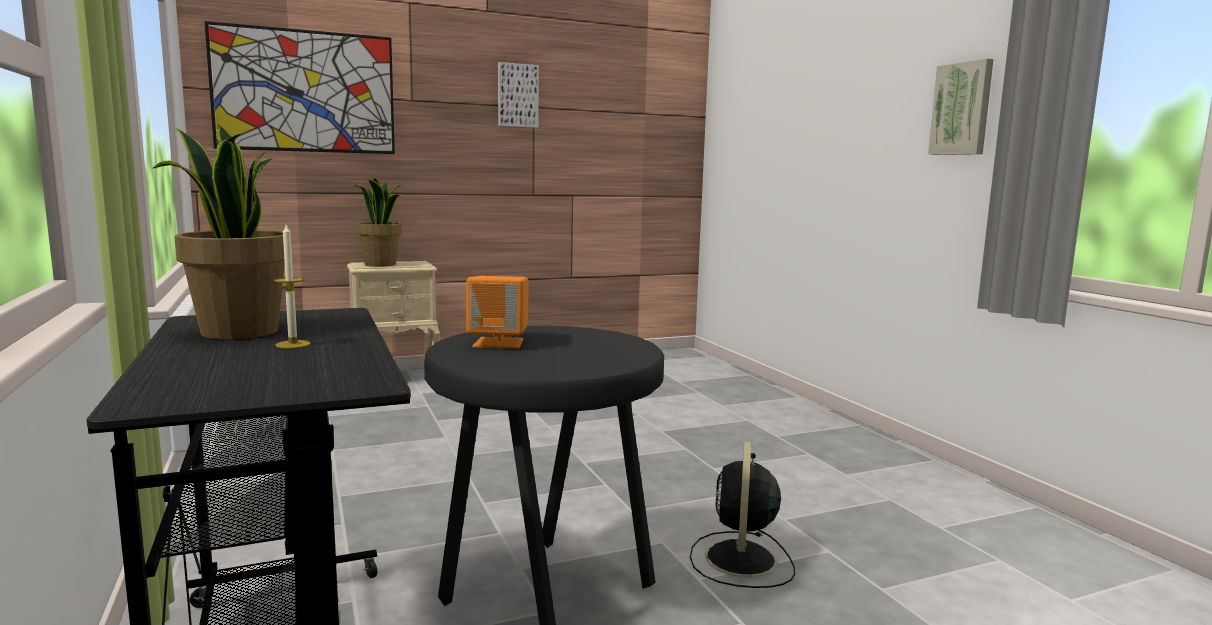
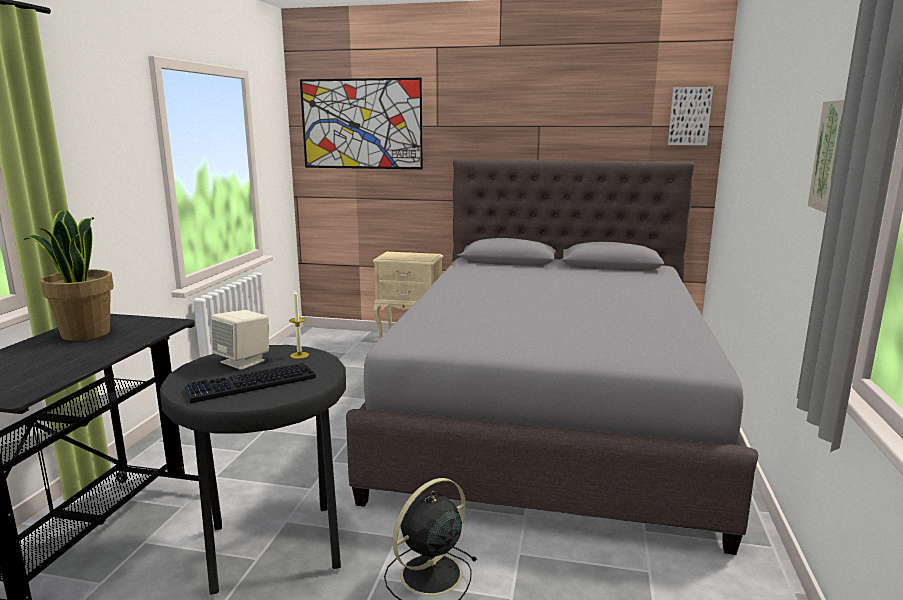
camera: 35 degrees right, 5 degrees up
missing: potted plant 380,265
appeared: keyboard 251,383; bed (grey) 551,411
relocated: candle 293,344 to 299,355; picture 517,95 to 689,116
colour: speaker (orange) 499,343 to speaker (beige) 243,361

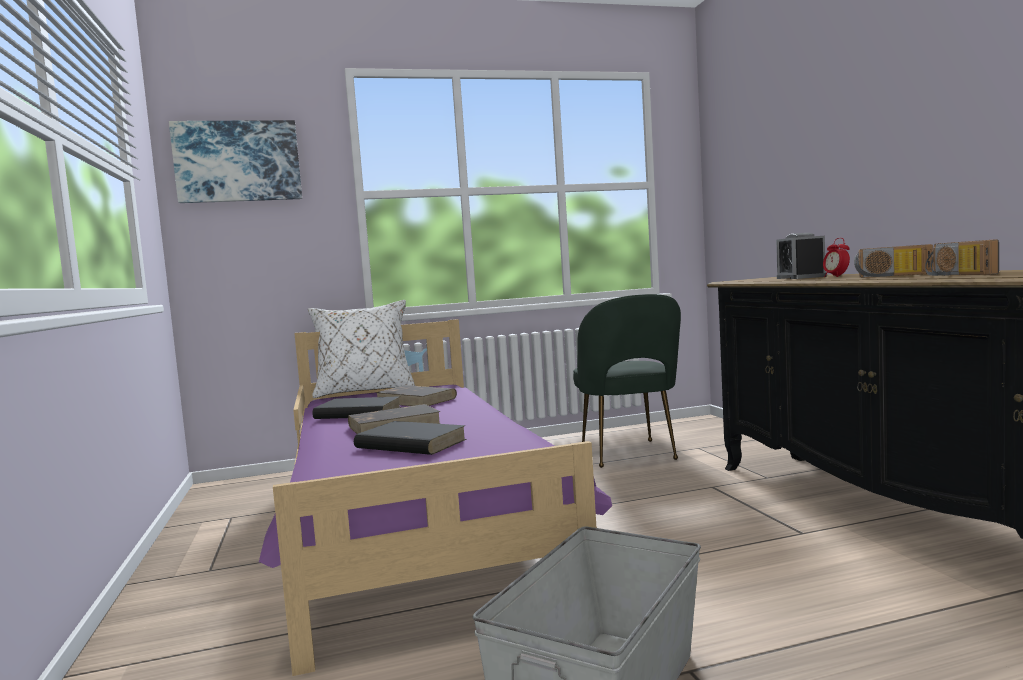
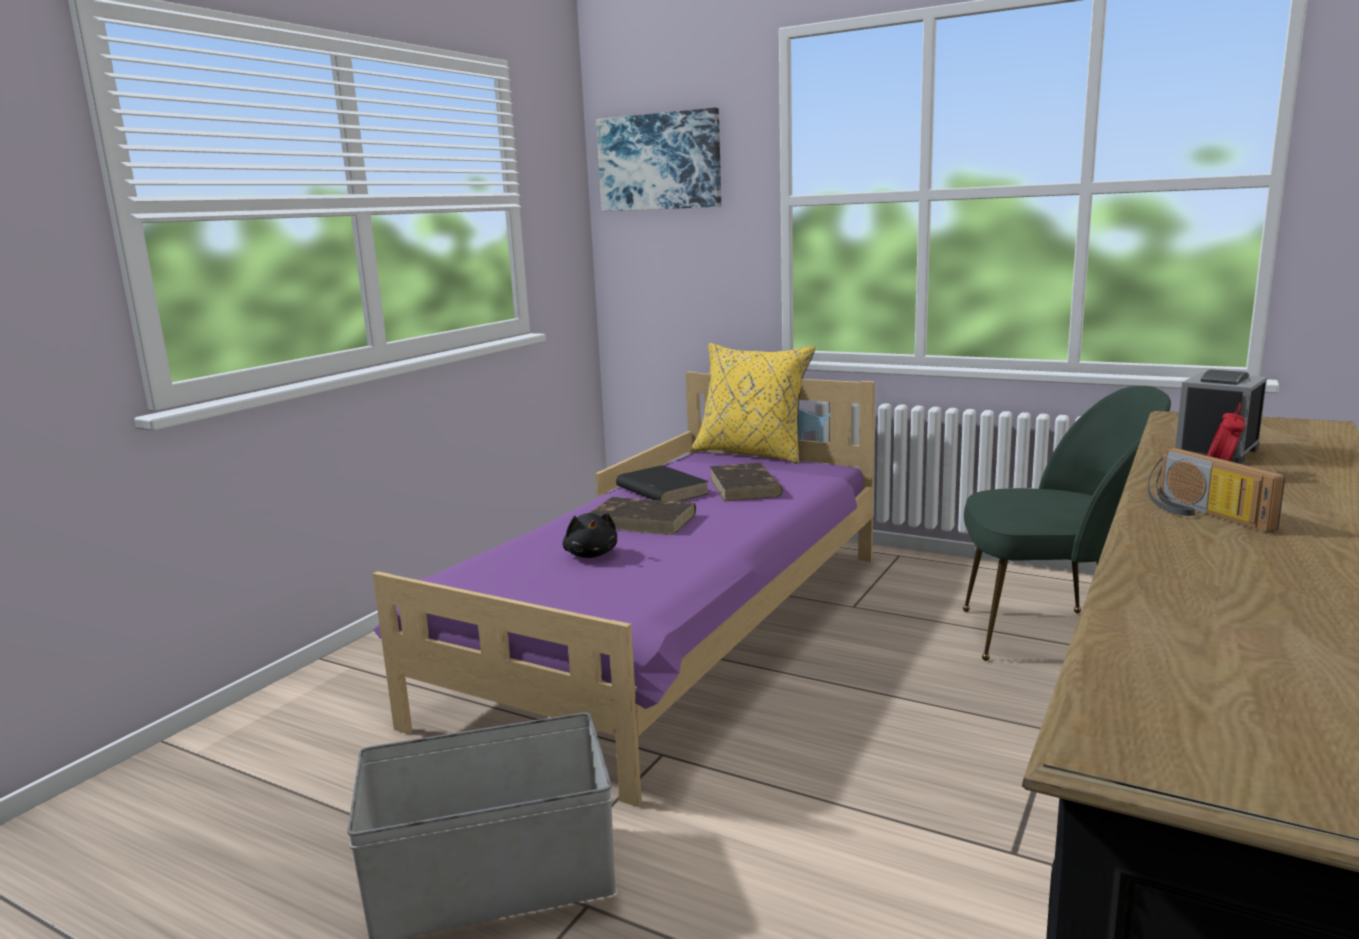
camera: 45 degrees right, 10 degrees up
missing: radio 956,275
exchanged: book (black) 409,444 to plush toy (black) 591,554
colour: pillow (white) 365,391 to pillow (yellow) 752,453
spun: chair (green) 629,456 = 1049,636 120 degrees counterclockwise

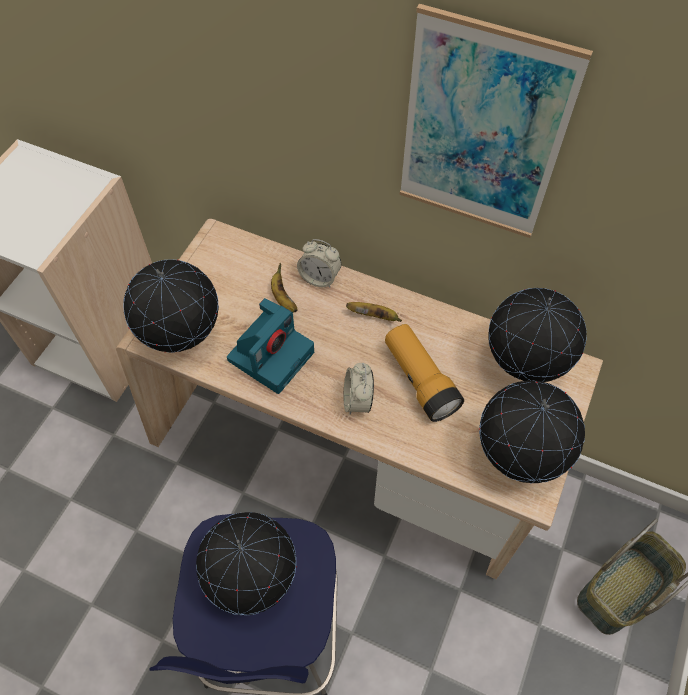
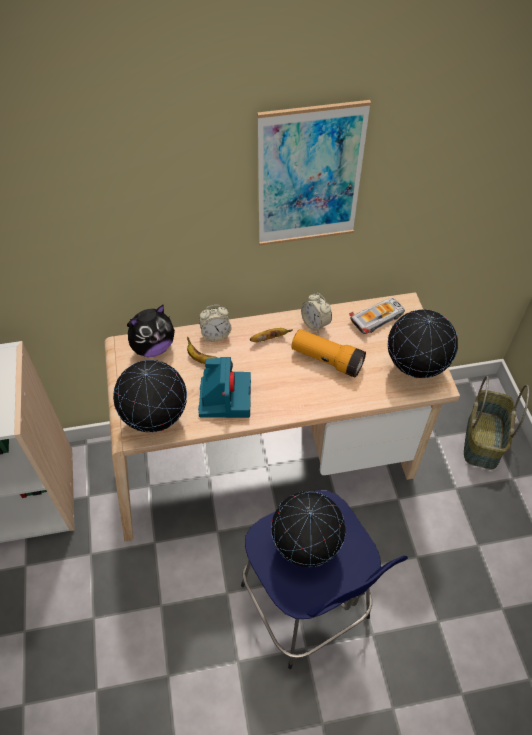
camera: 35 degrees left, 5 degrees down
appeared: plush toy 153,347
relocated: alarm clock 357,400 to 315,323
exchanged: globe 524,365 to toy car 377,318

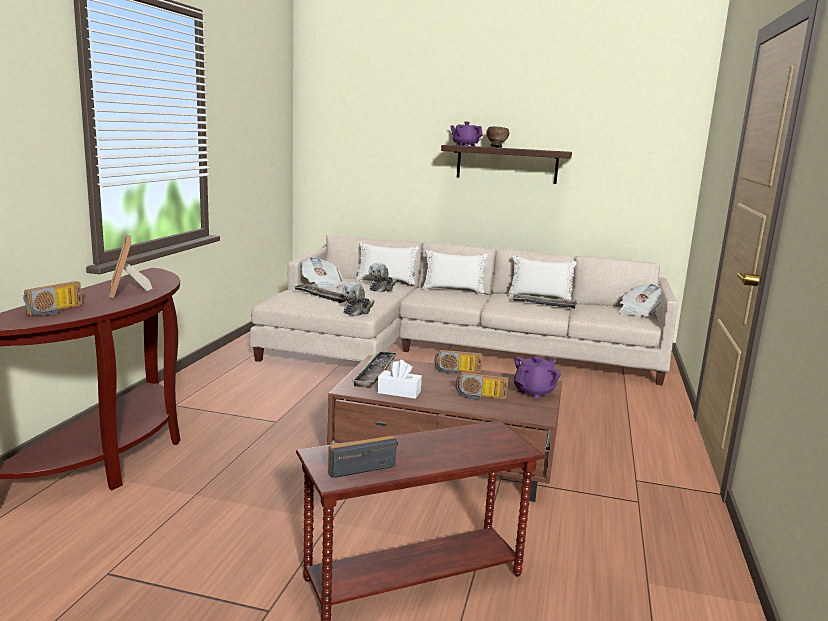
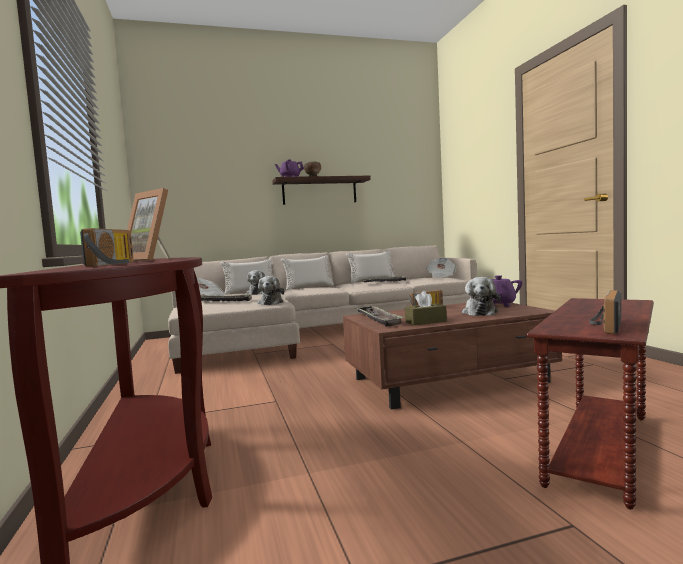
camera: 30 degrees left, 10 degrees down
exchanged: radio 480,397 to plush toy 479,312
colour: tissue box (white) 399,392 to tissue box (brown) 425,321

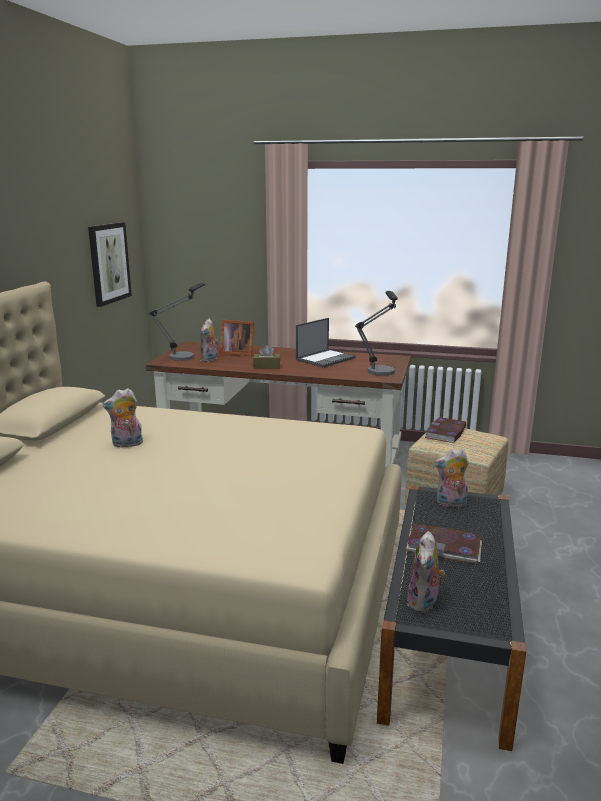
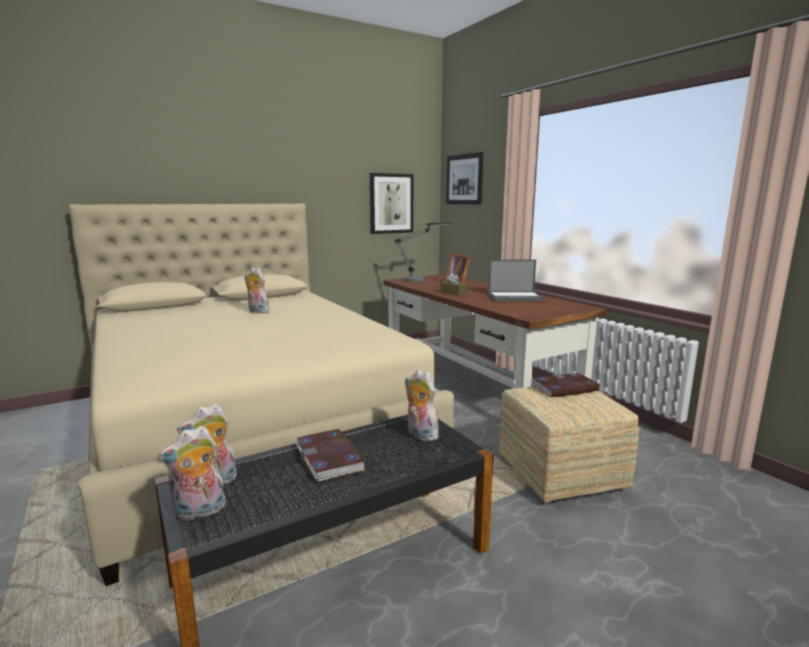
camera: 45 degrees right, 5 degrees down
missing: table lamp 381,369
appeared: picture 464,179
relocated: plush toy 210,360 to 200,512

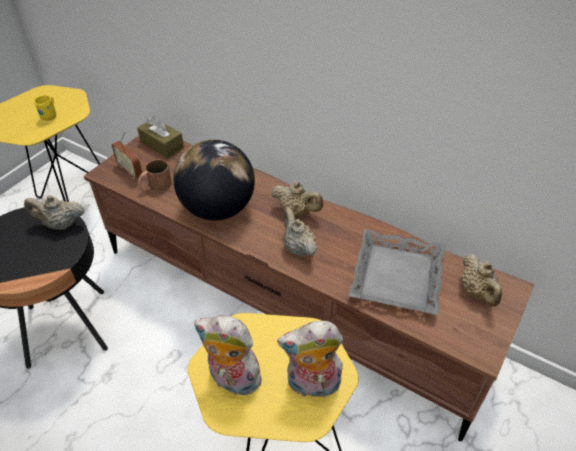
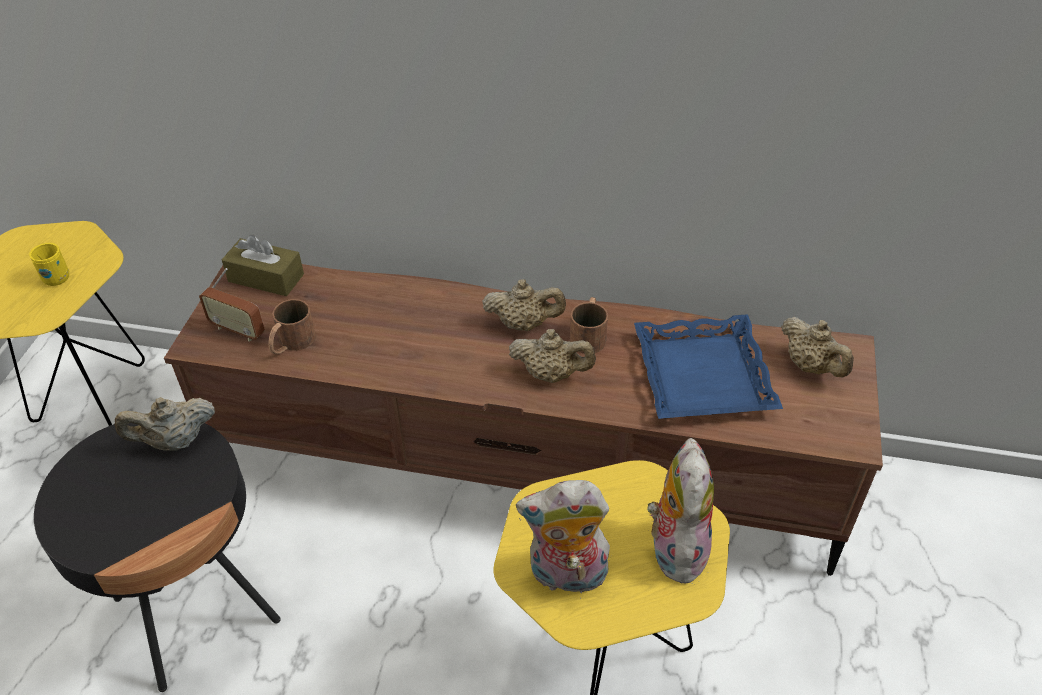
camera: 20 degrees left, 0 degrees up
missing: globe 217,209
appeared: mug (brown) 589,334
colour: tray (grey) 396,276 to tray (blue) 701,375
spun: teapot (beige) 297,247 = 551,374 150 degrees clockwise; plush toy 312,385 = 674,547 120 degrees clockwise

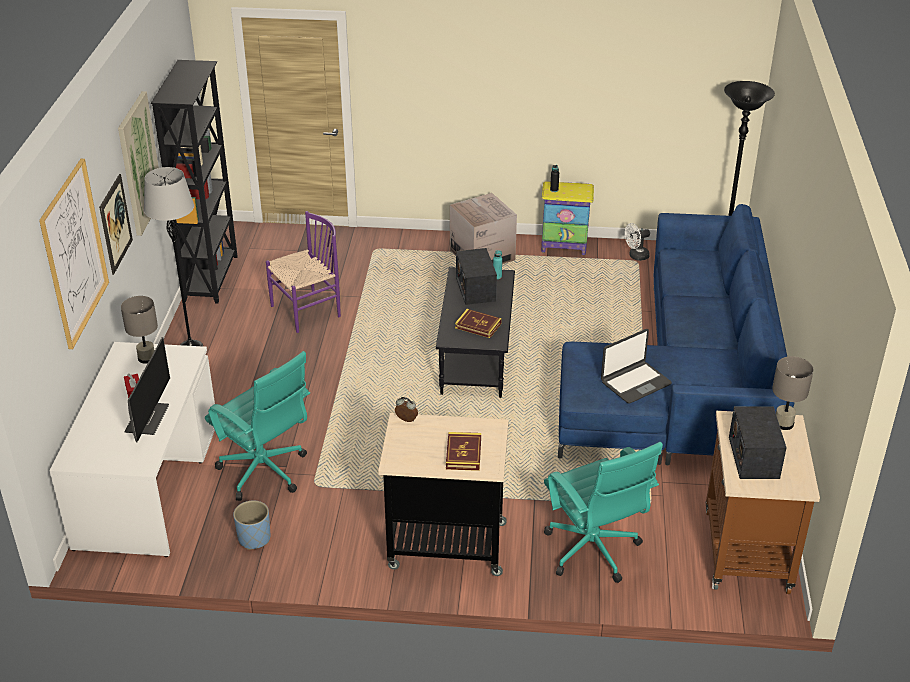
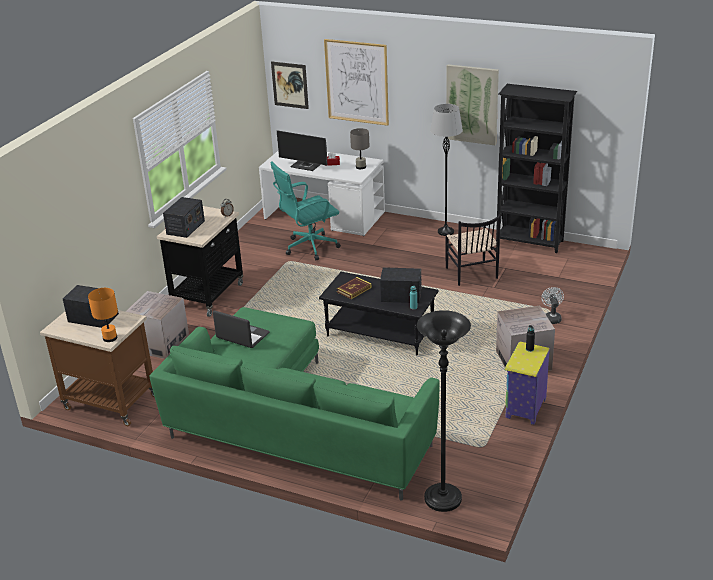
camera: 110 degrees right, 5 degrees down
missing: planter (blue) 254,538
relocated: picture 115,224 to 290,85; fan (white) 636,256 to 552,318
exchanged: office chair (turquoise) 594,553 to cardboard box 160,344; book 463,454 to radio 185,227
colour: table lamp (grey) 784,423 to table lamp (orange) 110,338; sofa (blue) 686,385 to sofa (green) 290,426; chair (purple) 308,310 to chair (black) 472,274
spun: laptop 635,383 = 242,336 135 degrees clockwise

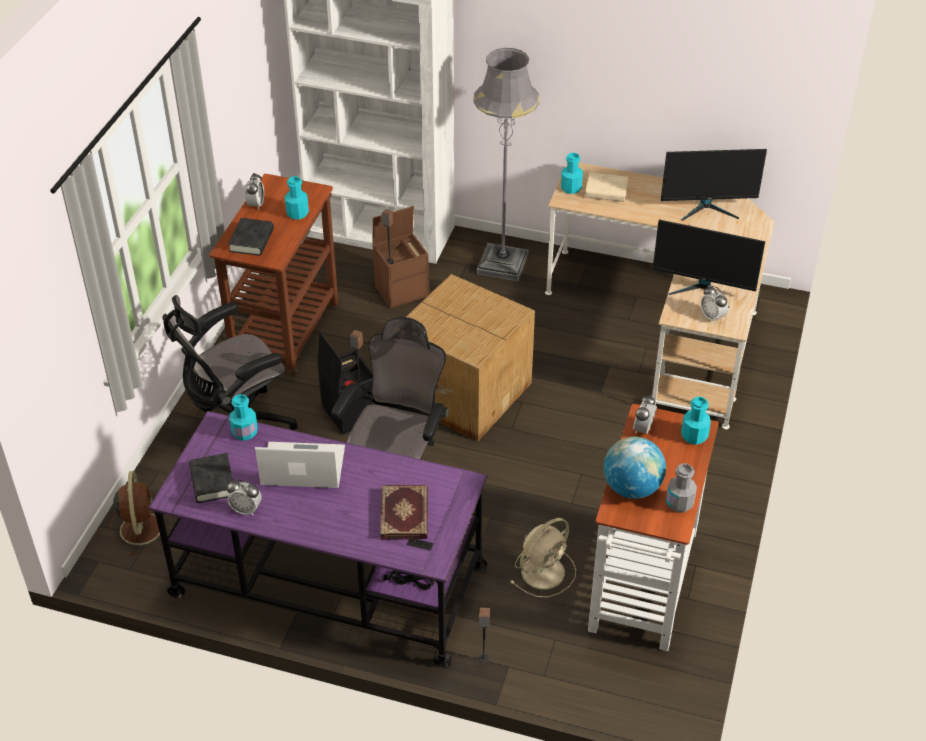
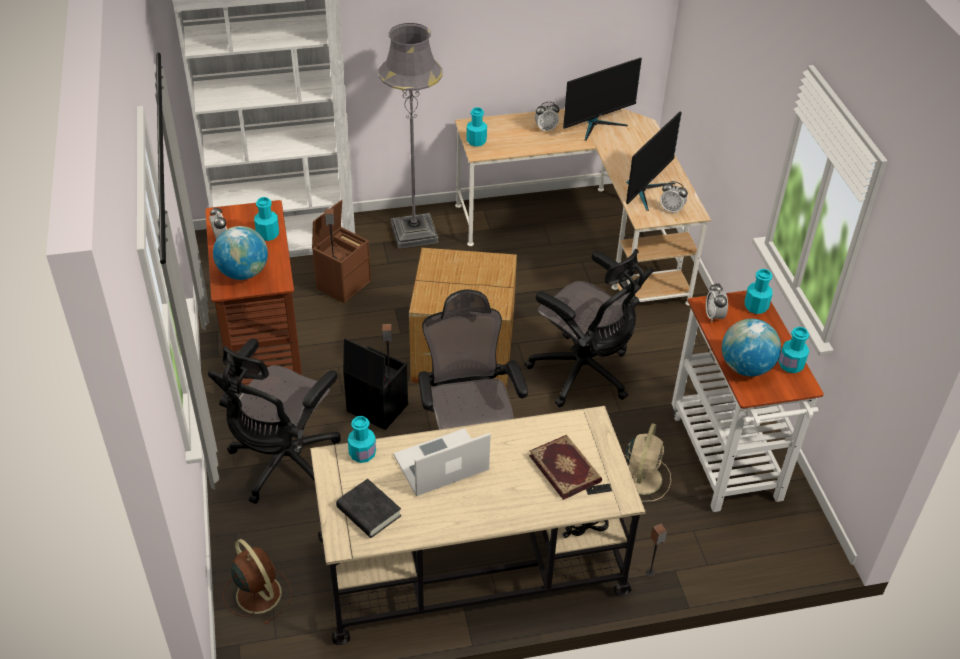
camera: 30 degrees left, 0 degrees up
missing: book (beige) 606,191
appeared: office chair 582,372
relocated: alarm clock 246,509 to 546,129
exchanged: book (black) 251,240 to globe 243,273
colour: desk (purple) 329,582 to desk (beige) 472,566; bottle (grey) 679,503 to bottle (turquoise) 791,365
spun: monitor 703,289 = 646,190 45 degrees counterclockwise

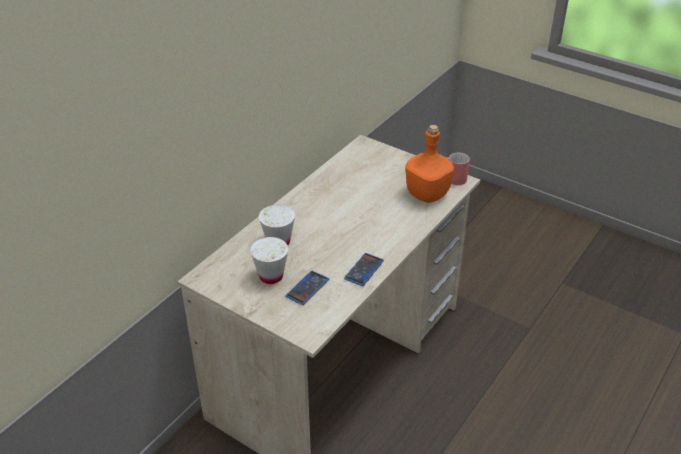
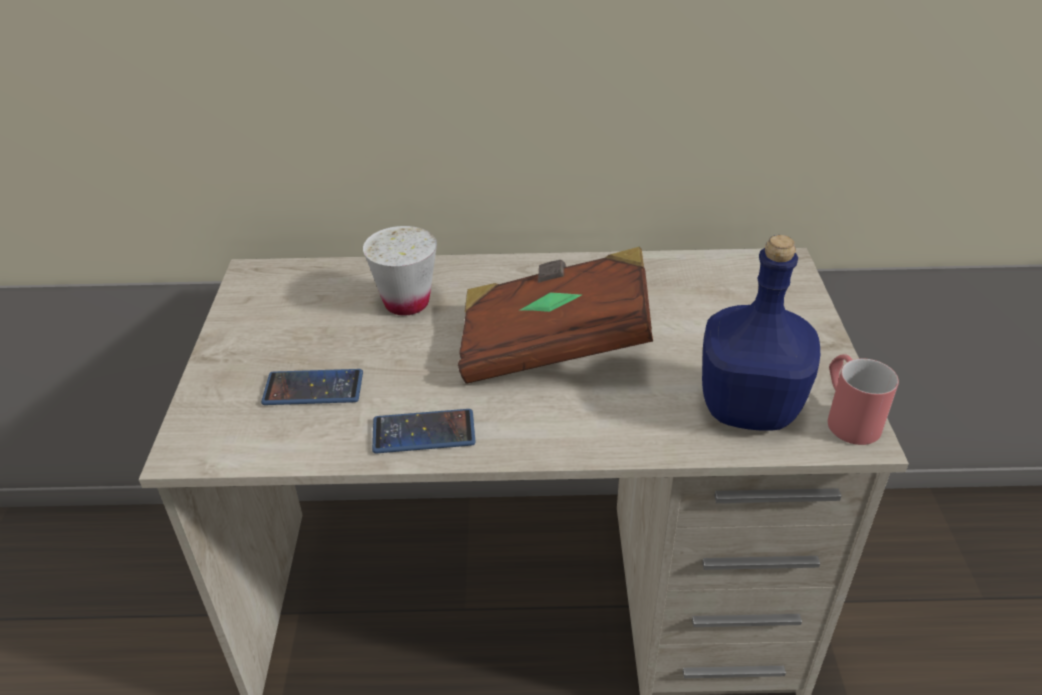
camera: 55 degrees right, 0 degrees up
missing: cup (white) 271,276
appeared: book (brown) 554,346
colour: bottle (orange) 427,194 to bottle (blue) 746,407

